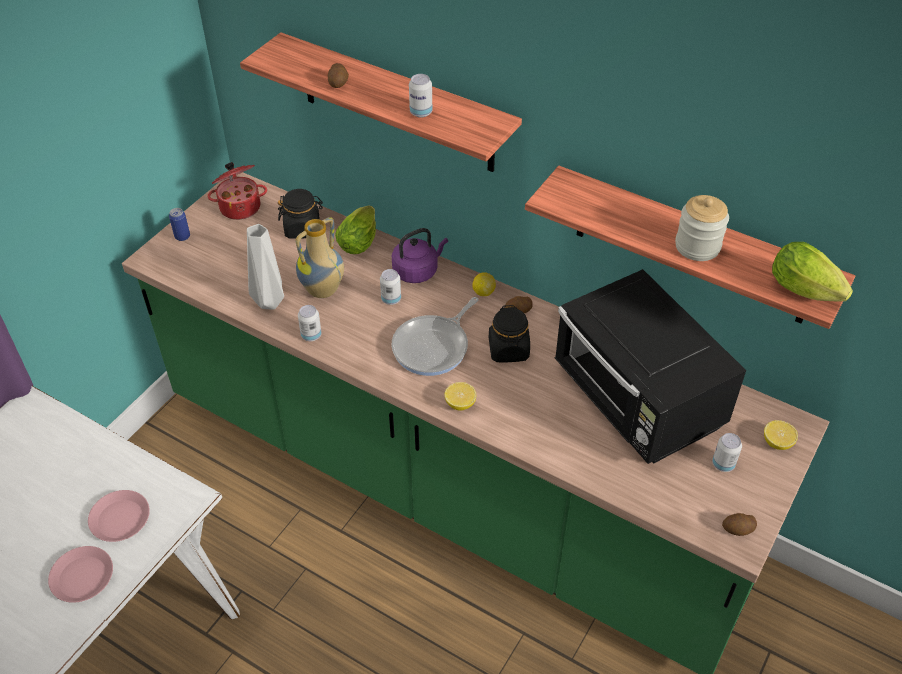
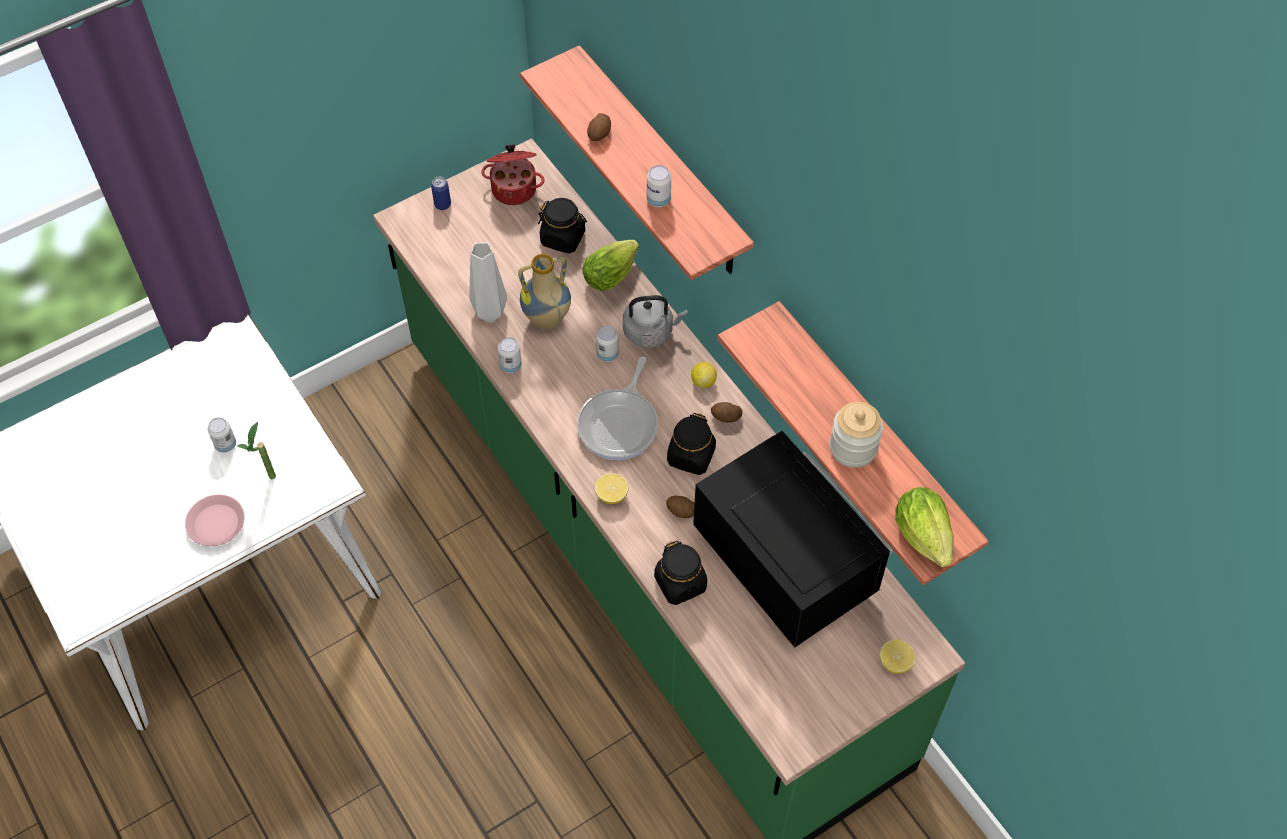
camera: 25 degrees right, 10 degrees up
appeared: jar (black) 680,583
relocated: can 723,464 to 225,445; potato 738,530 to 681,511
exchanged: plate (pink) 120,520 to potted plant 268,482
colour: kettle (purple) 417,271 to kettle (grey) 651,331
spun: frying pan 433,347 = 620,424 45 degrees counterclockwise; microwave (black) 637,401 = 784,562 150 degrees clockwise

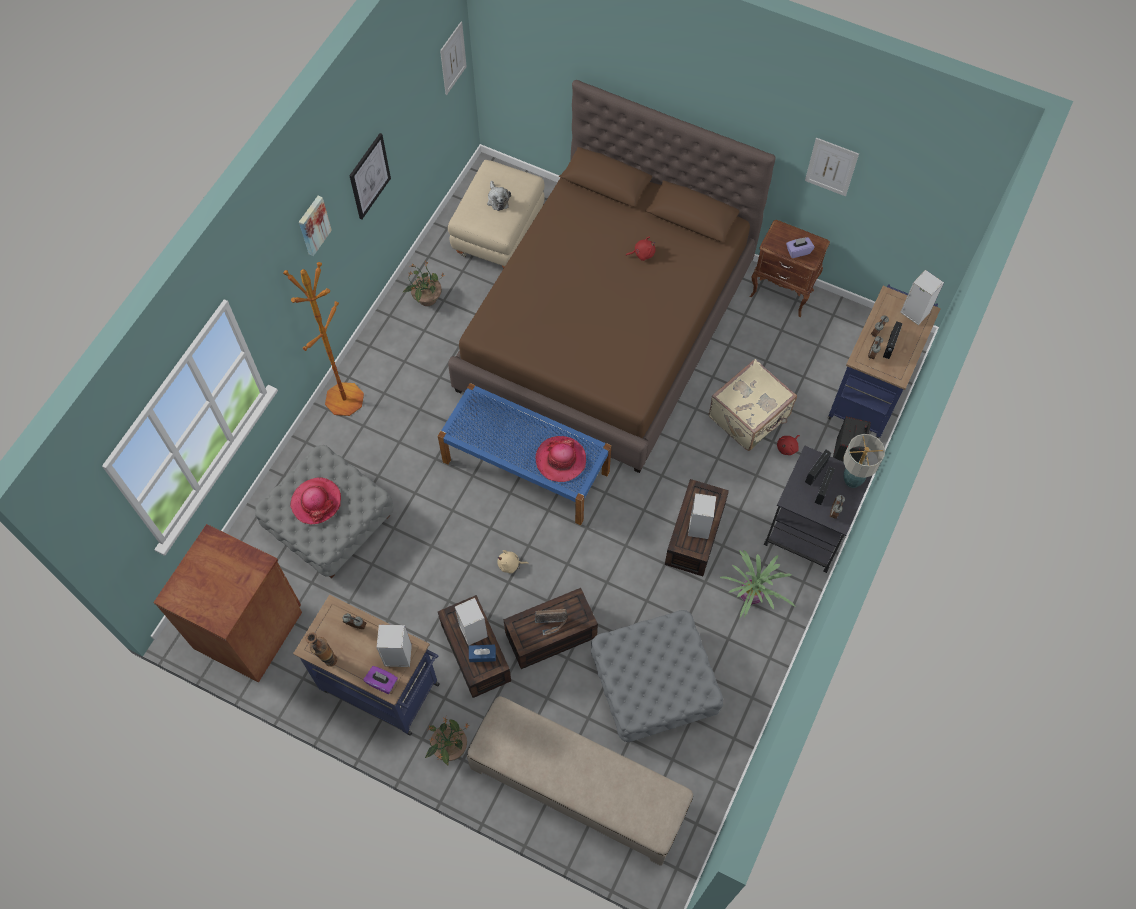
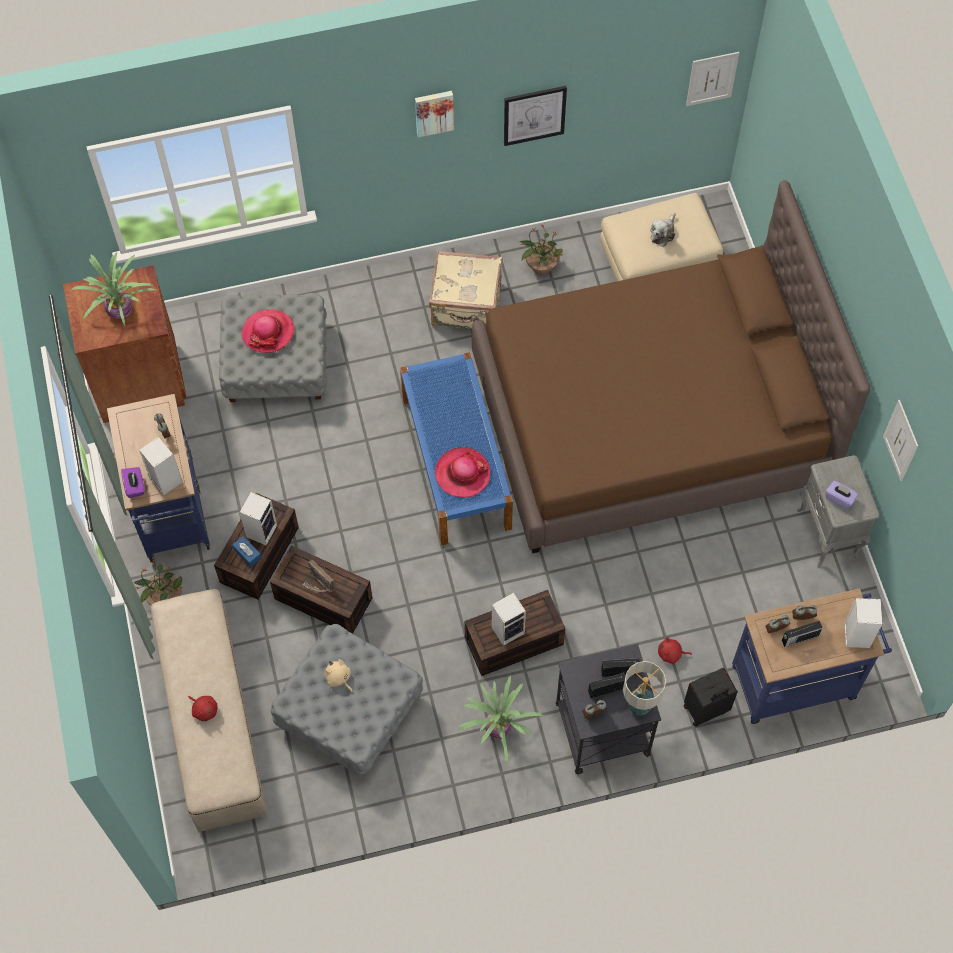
camera: 50 degrees right, 0 degrees up
missing: clothes rack (orange) 344,399; vase 327,658
appeared: potted plant 121,310
relocated: plush toy (red) 642,253 to 204,709; plush toy (beige) 510,565 to 338,678; suitcase (beige) 750,417 to 466,306
colour: nightstand (brown) 782,293 to nightstand (grey) 828,534

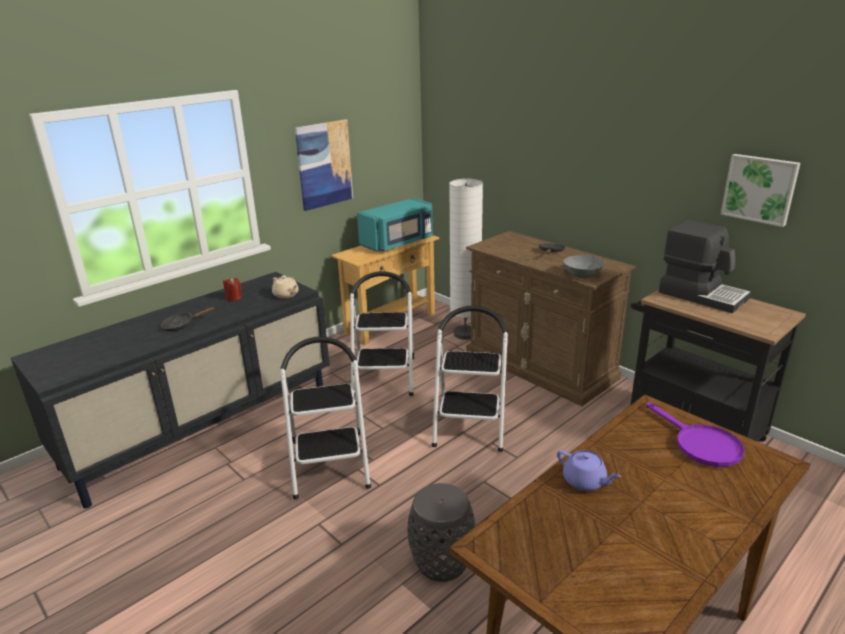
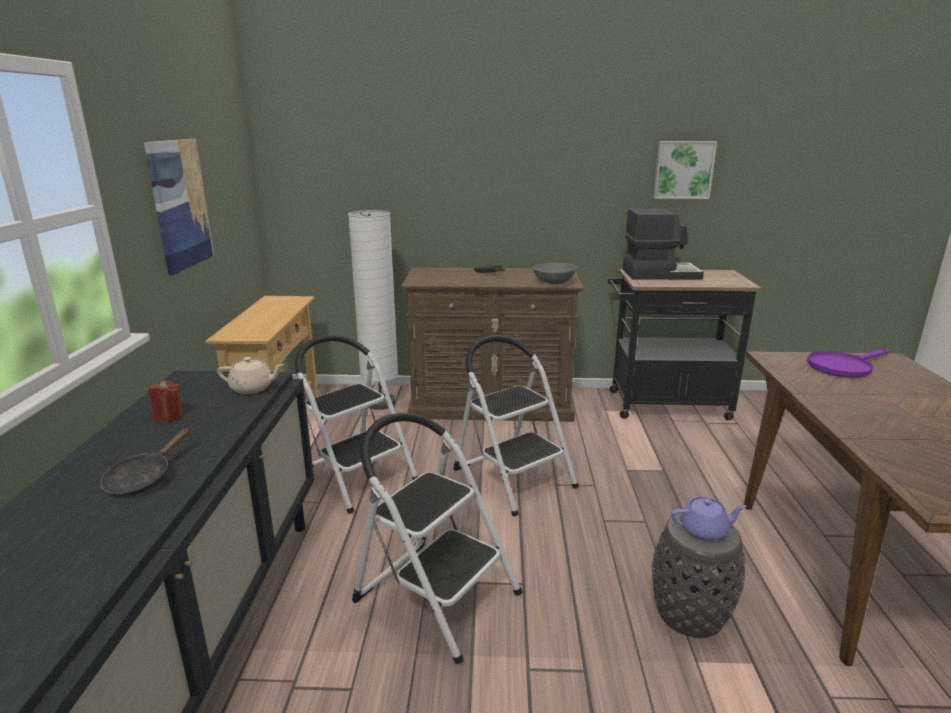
camera: 45 degrees left, 5 degrees down
missing: microwave (turquoise) 398,243
relocated: teapot (purple) 585,481 to 704,530
spun: frying pan (purple) 700,444 = 843,366 135 degrees clockwise

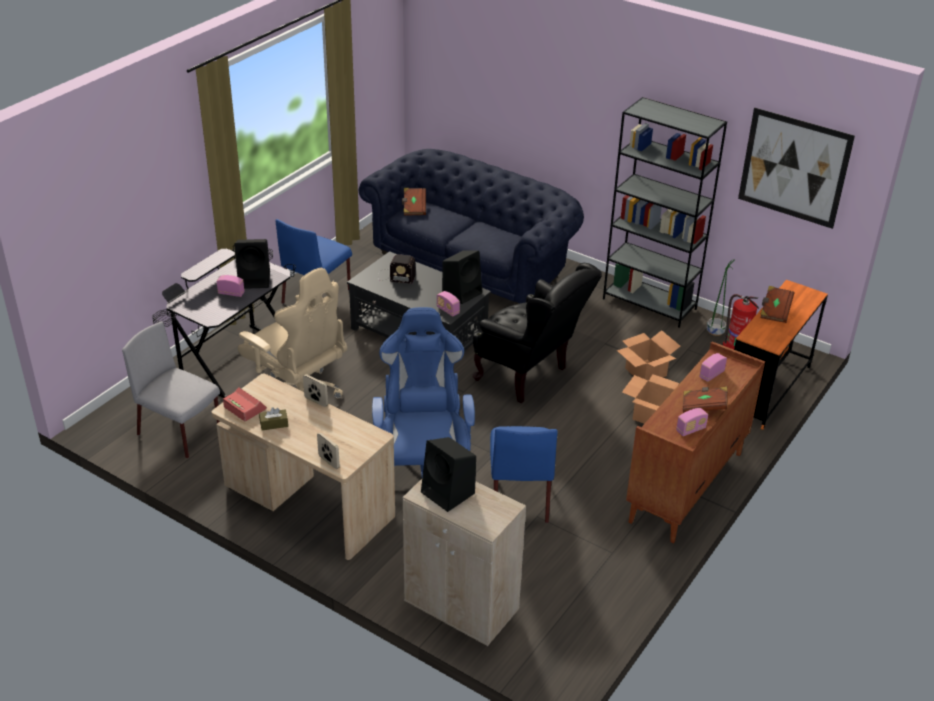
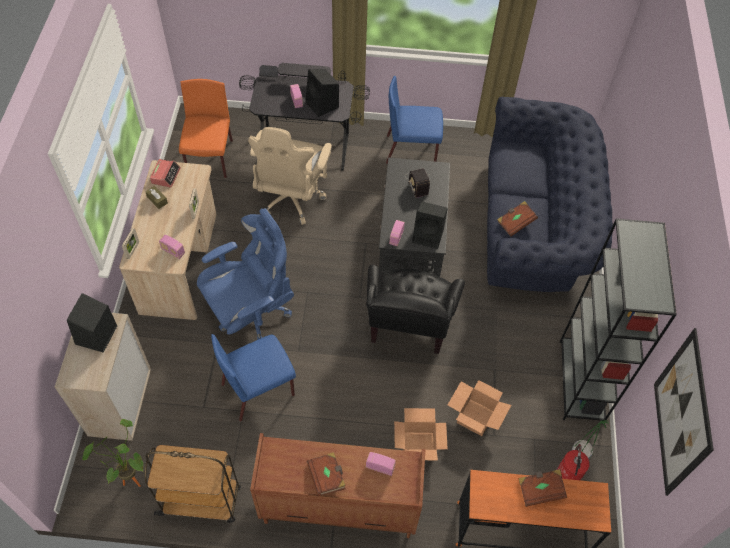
camera: 60 degrees right, 20 degrees up
appeared: potted plant 130,477; cart (brown) 201,502
relocated: radio 691,430 to 173,251; book (brown) 414,208 to 515,222
colour: chair (grey) 180,433 to chair (orange) 210,159

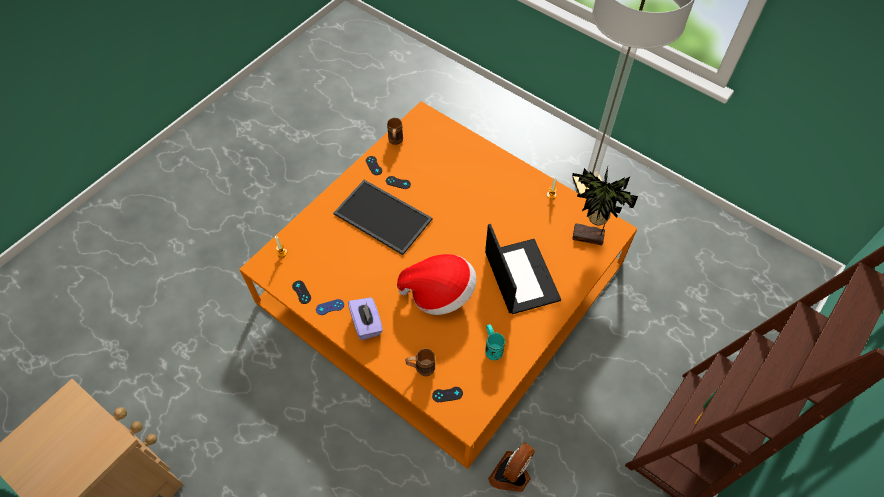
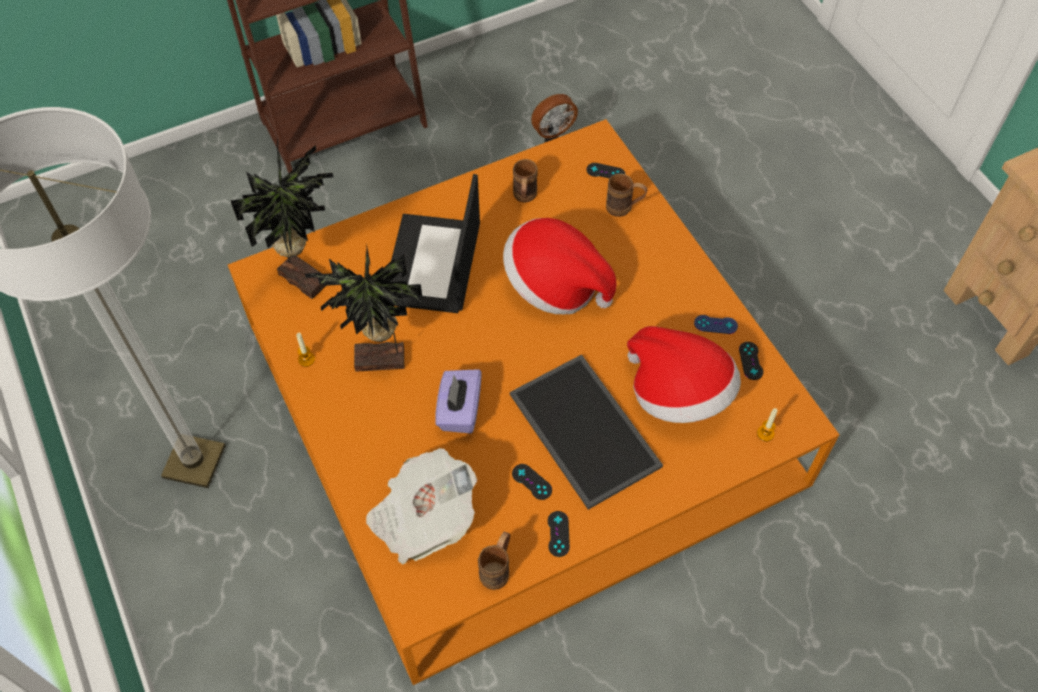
camera: 155 degrees left, 0 degrees up
appeared: potted plant 381,363; newspaper 422,517; hat 678,393
relocated: tissue box (purple) 367,324 to 459,411
colour: mug (turquoise) 492,347 to mug (brown) 524,198

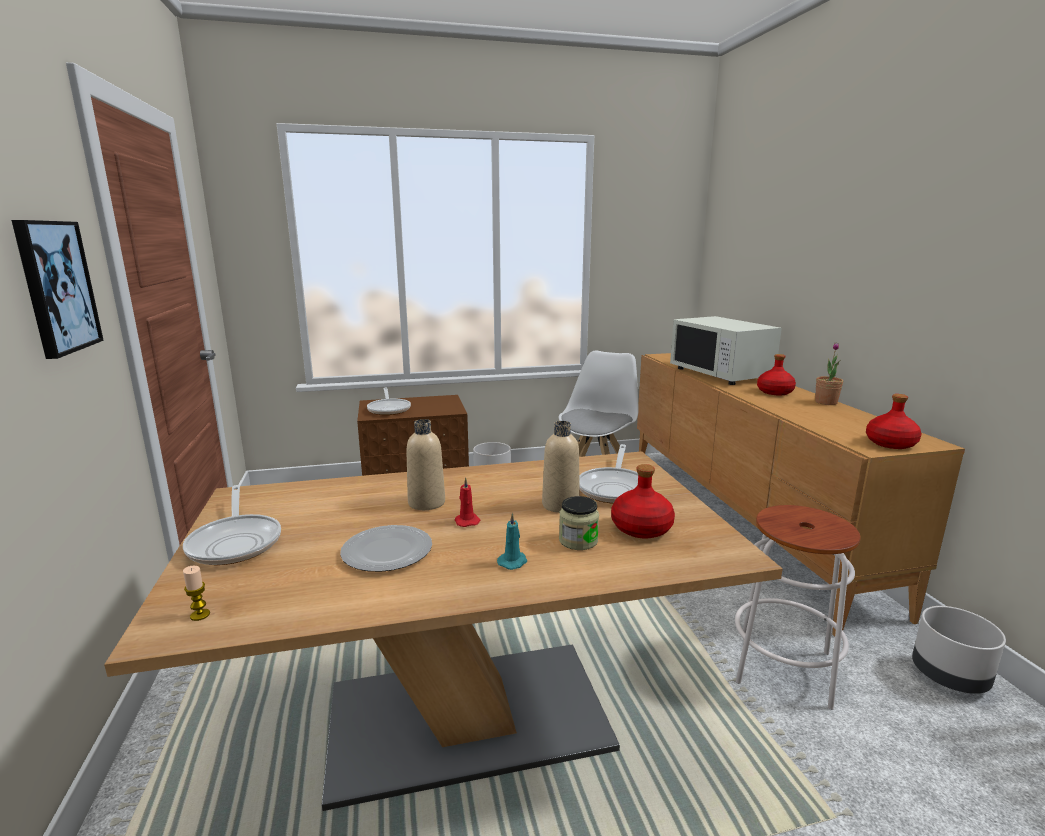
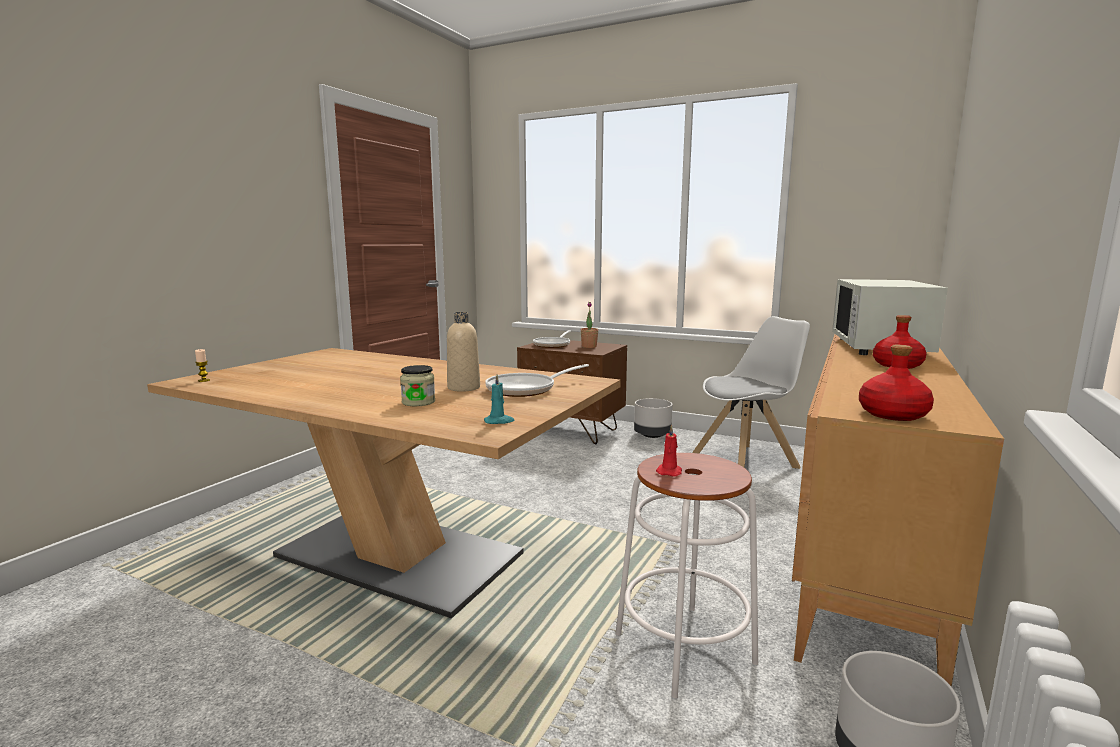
camera: 40 degrees right, 5 degrees down
missing: picture 56,287; frying pan 236,542; plate 387,551; bottle (beige) 426,503; bottle (red) 642,528
relocated: candle (turquoise) 513,562 to 499,421; potted plant 826,402 to 589,346; candle (red) 466,521 to 669,472

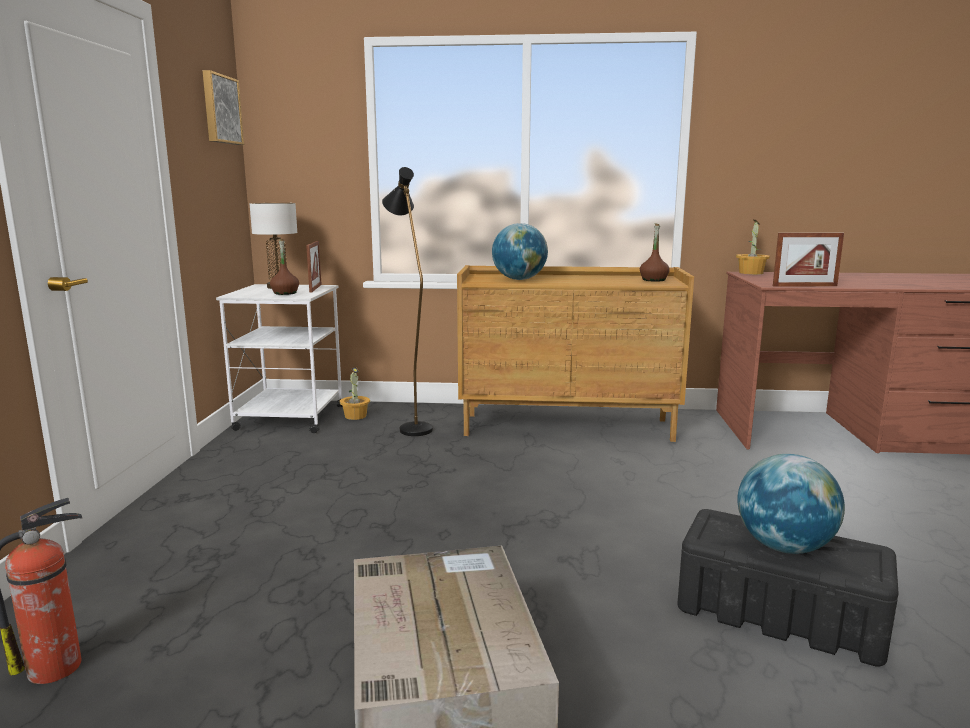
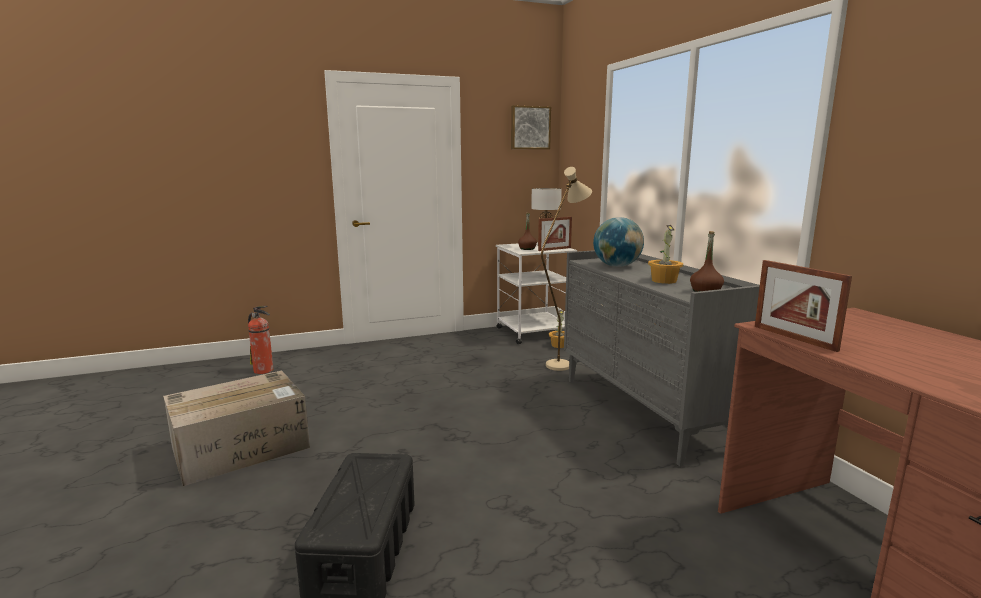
camera: 65 degrees right, 0 degrees up
missing: globe 784,547
relocated: potted plant 750,273 to 663,280
colour: floor lamp (black) 411,426 to floor lamp (beige) 563,363; dresser (brown) 567,427 to dresser (grey) 641,412

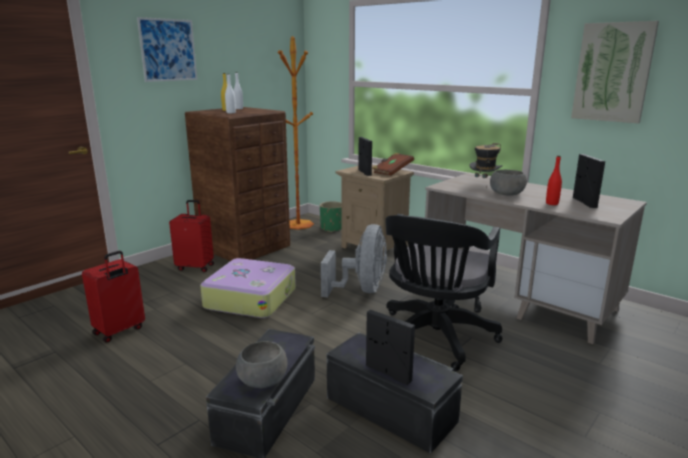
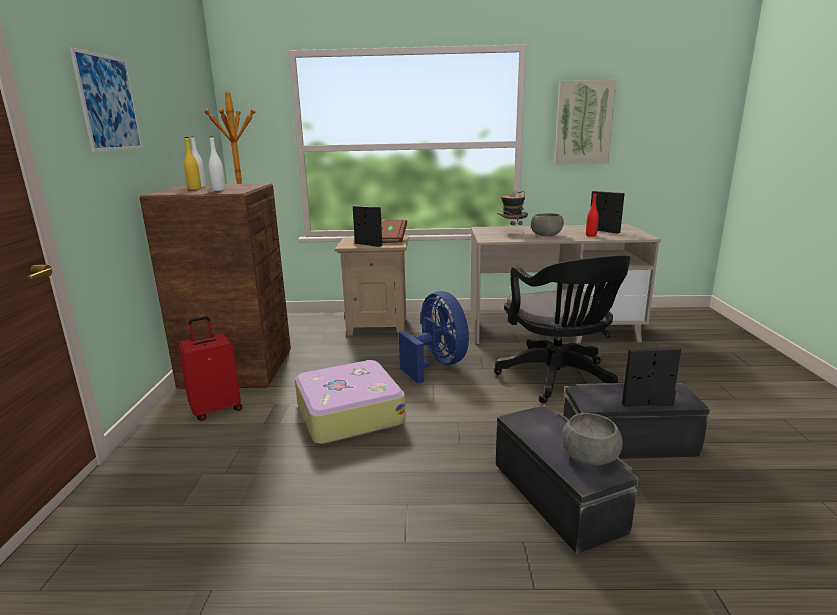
camera: 40 degrees left, 0 degrees up
missing: suitcase (red) 119,331; planter (green) 331,228
colour: fan (grey) 362,290 to fan (blue) 436,365

